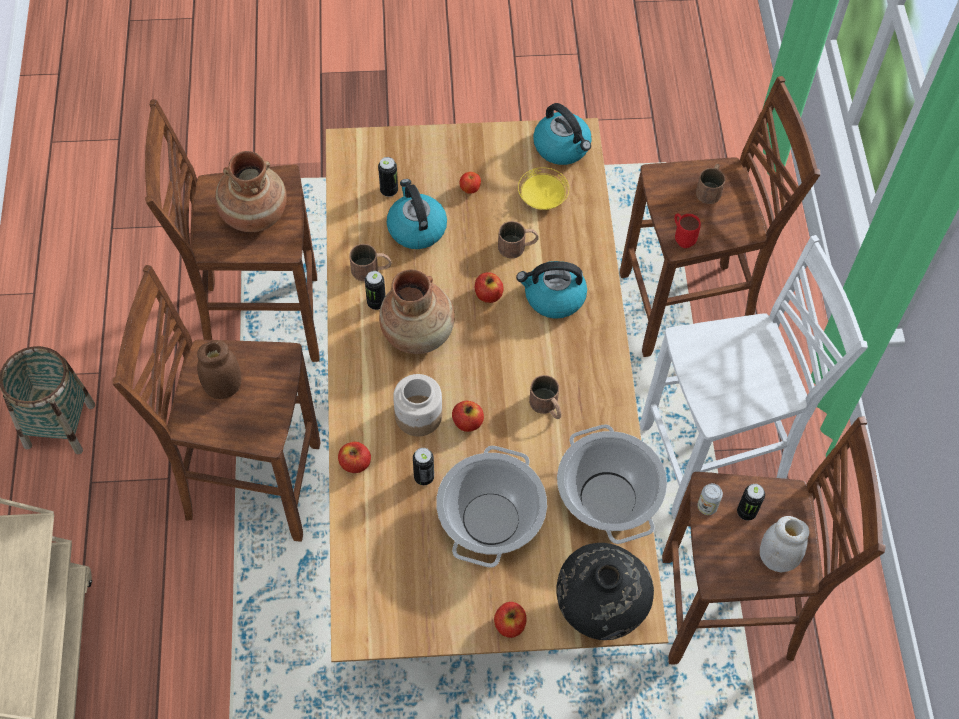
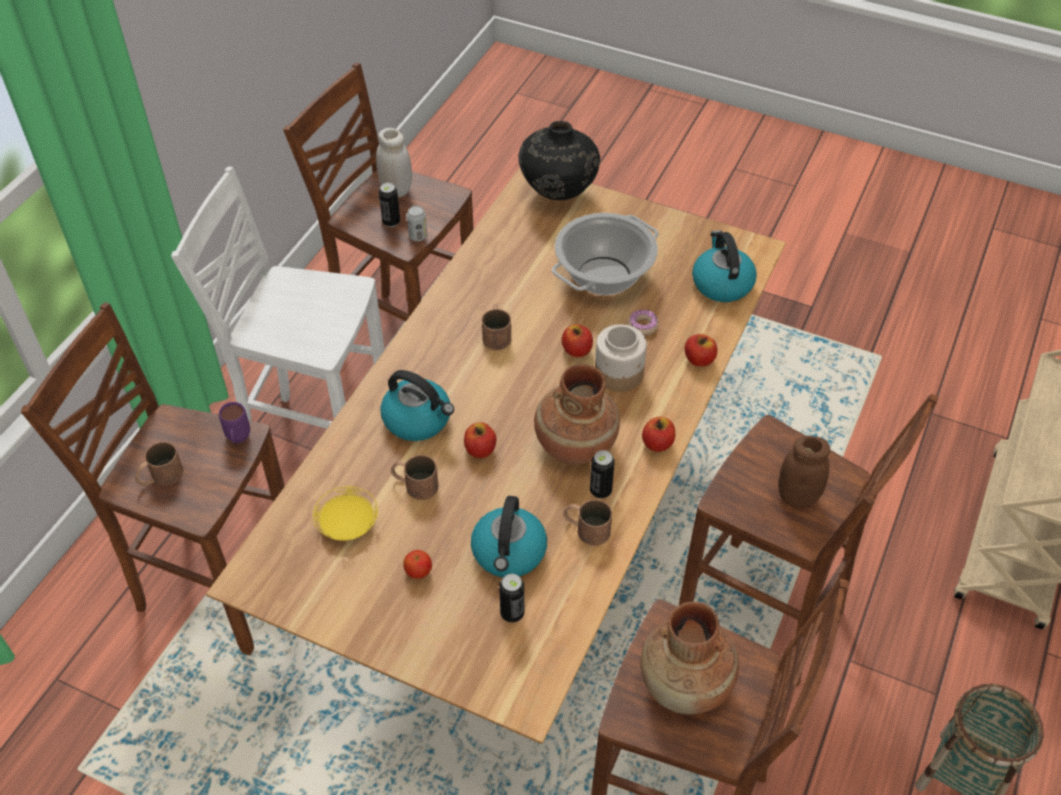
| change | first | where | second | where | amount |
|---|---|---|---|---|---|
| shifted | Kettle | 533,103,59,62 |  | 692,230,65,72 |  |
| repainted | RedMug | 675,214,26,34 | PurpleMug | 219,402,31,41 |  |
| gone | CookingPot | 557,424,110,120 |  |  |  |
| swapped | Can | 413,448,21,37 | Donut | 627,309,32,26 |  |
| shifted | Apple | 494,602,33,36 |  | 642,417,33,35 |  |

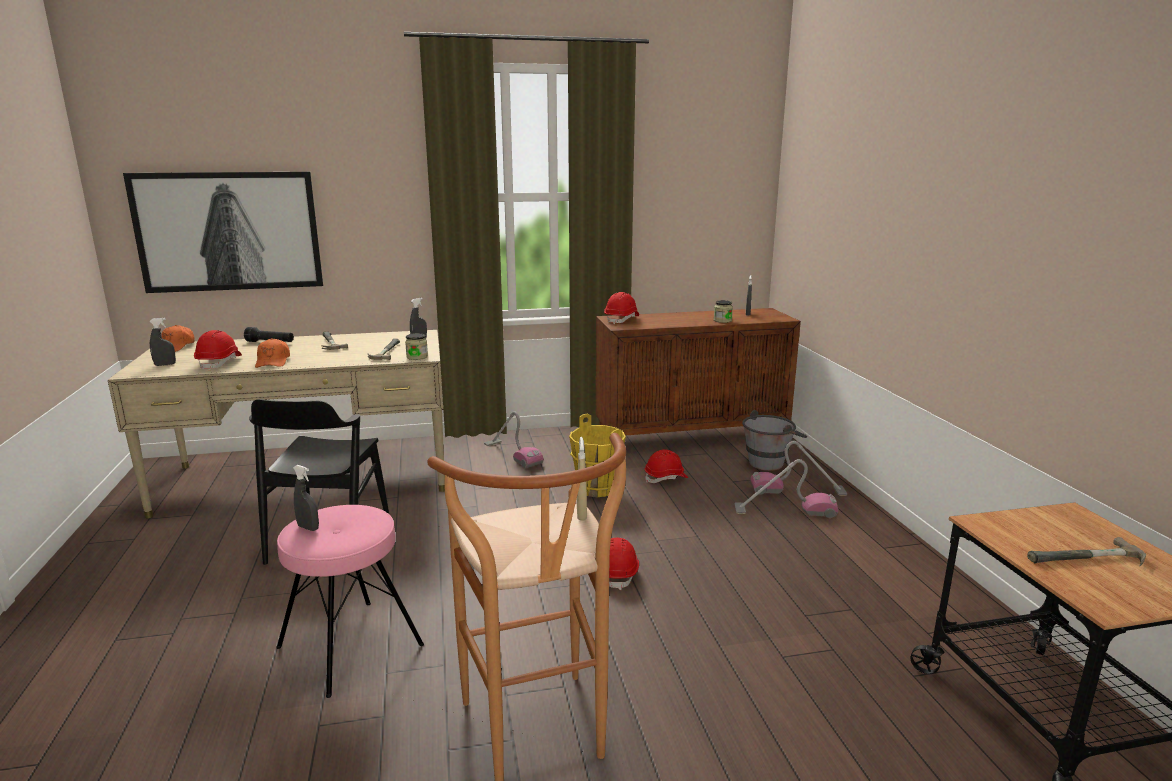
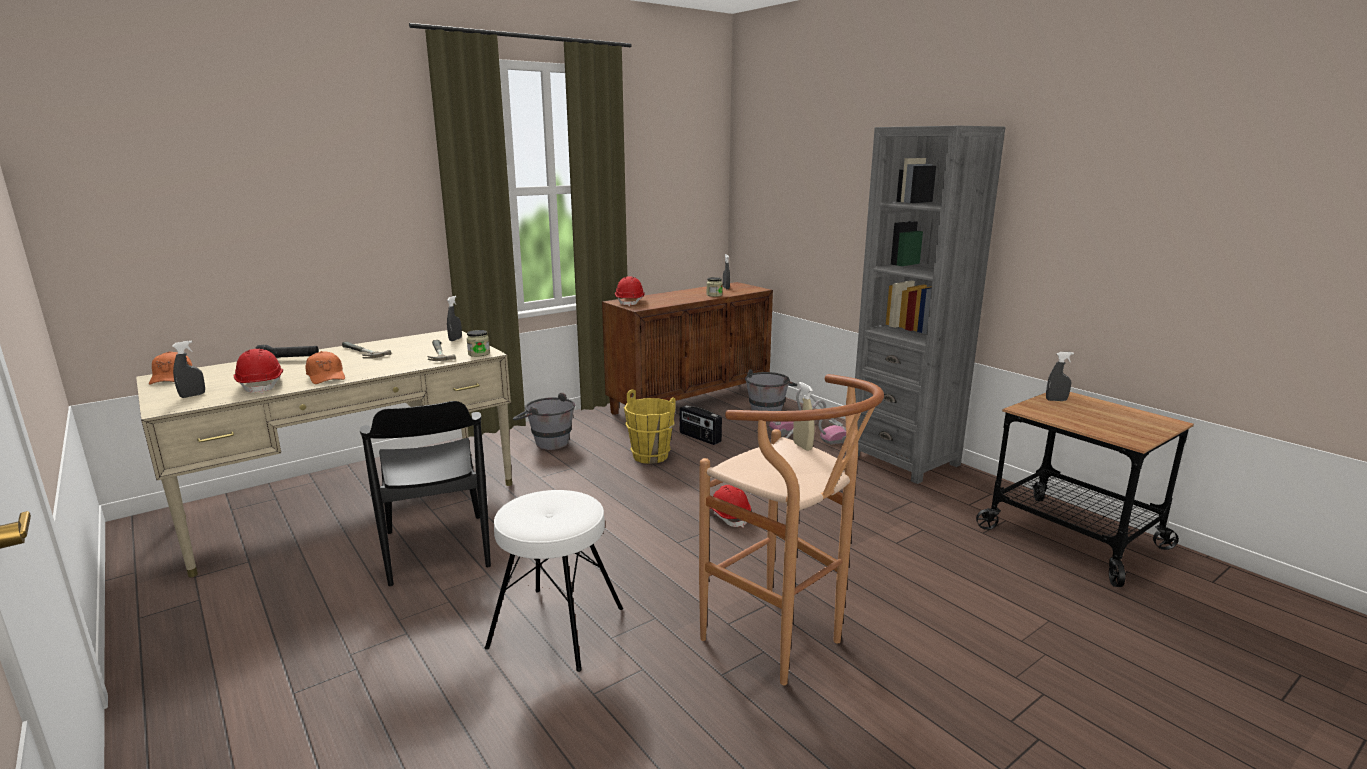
| change | first | where | second | where | amount |
|---|---|---|---|---|---|
| gone | Picture | 123,172,200,121 |  |  |  |
| swapped | VacuumCleaner | 484,411,59,57 | GreyBucket | 513,392,62,58 |  |
| swapped | RedHardHat | 645,449,43,34 | Radio | 680,405,42,40 |  |
| shifted | GreySprayBottle | 293,465,26,66 |  | 1046,352,28,49 |  |
| repainted | PinkStool | 276,505,148,193 | WhiteStool | 485,490,138,182 |  |
| gone | Hammer | 1027,537,119,30 |  |  |  |
| new |  |  | GreyBookcase | 855,126,150,358 |  |

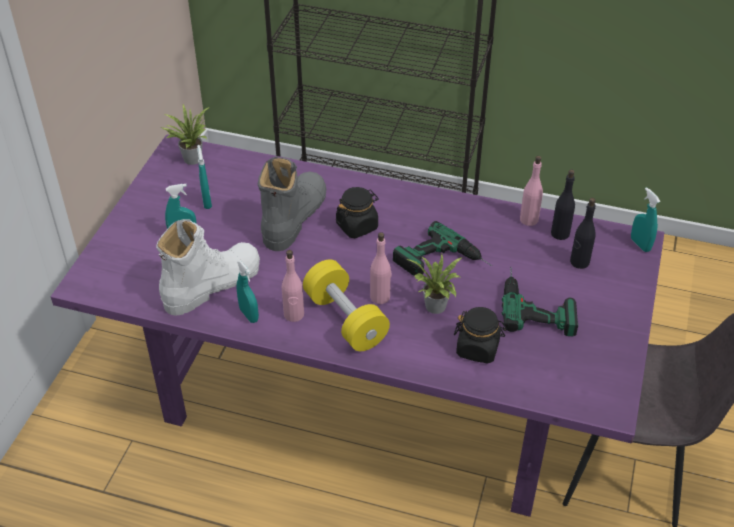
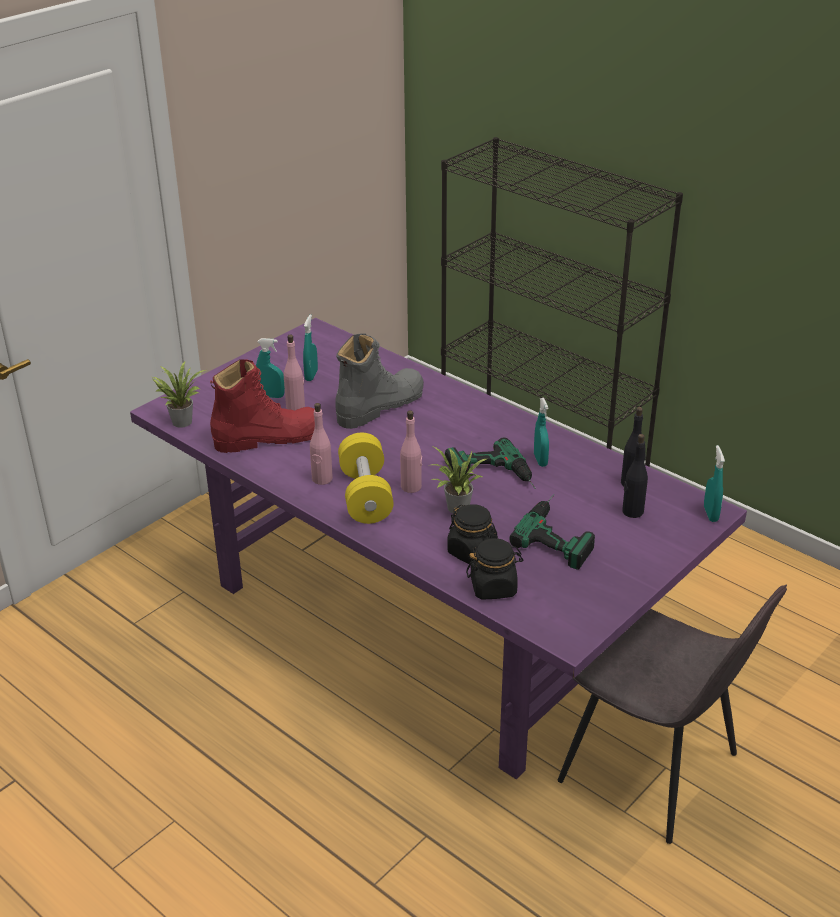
| change | first | where | second | where | amount |
|---|---|---|---|---|---|
| shifted | PottedPlant | 161,104,48,61 |  | 153,361,53,67 |  |
| shifted | PinkBottle | 520,156,23,70 |  | 284,335,21,75 |  |
| shifted | BlackJar | 336,187,43,51 |  | 466,538,57,61 |  |
| repainted | WhiteBoot | 156,219,104,97 | RedBoot | 210,359,105,94 |  |
| shifted | TurquoiseSprayBottle | 237,260,22,63 |  | 534,398,15,69 |  |

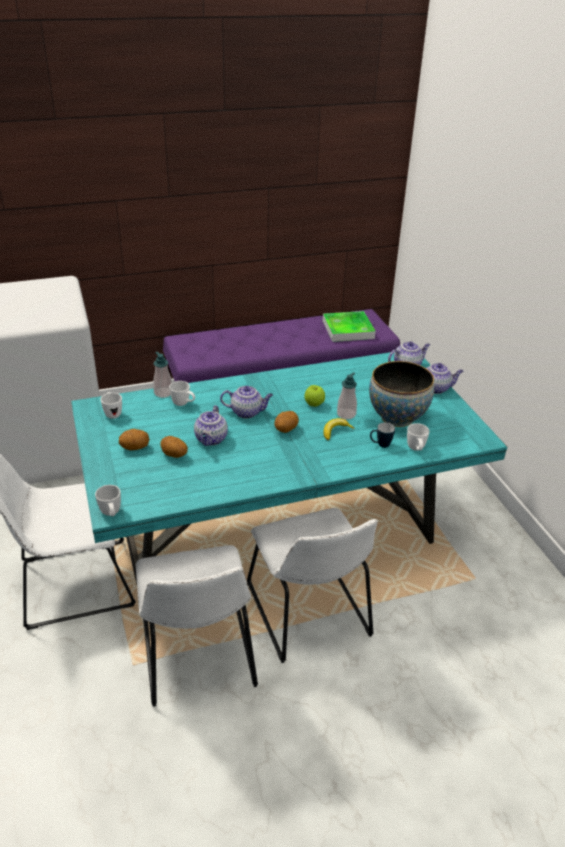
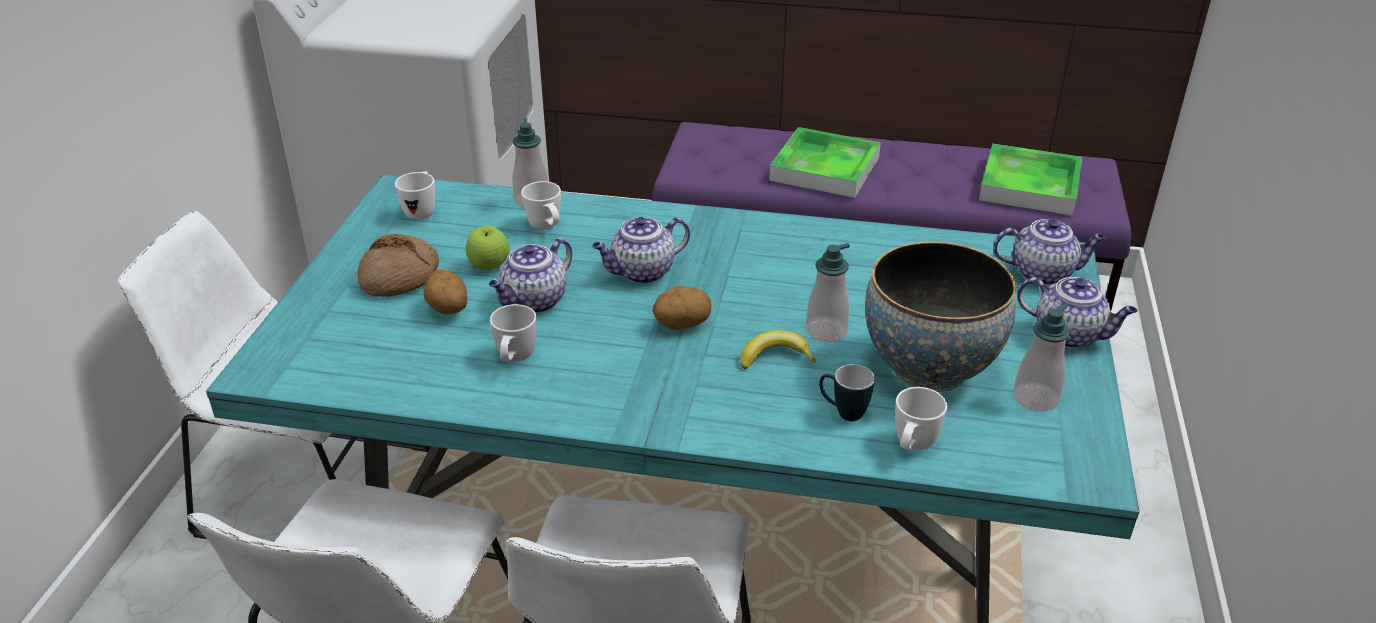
| change | first | where | second | where | amount |
|---|---|---|---|---|---|
| shifted | Apple | 304,385,21,22 |  | 466,226,44,44 |  |
| rotated | Teapot | 220,386,53,32 |  | 592,217,98,67 | 120 degrees clockwise |
| swapped | Potato | 119,429,30,21 | Bread | 357,234,82,63 |  |
| shifted | WhiteMug | 95,485,26,31 |  | 490,304,47,58 |  |
| new |  |  | Tray | 769,127,112,71 |  |
| new |  |  | SoapDispenser | 1014,304,56,108 |  |

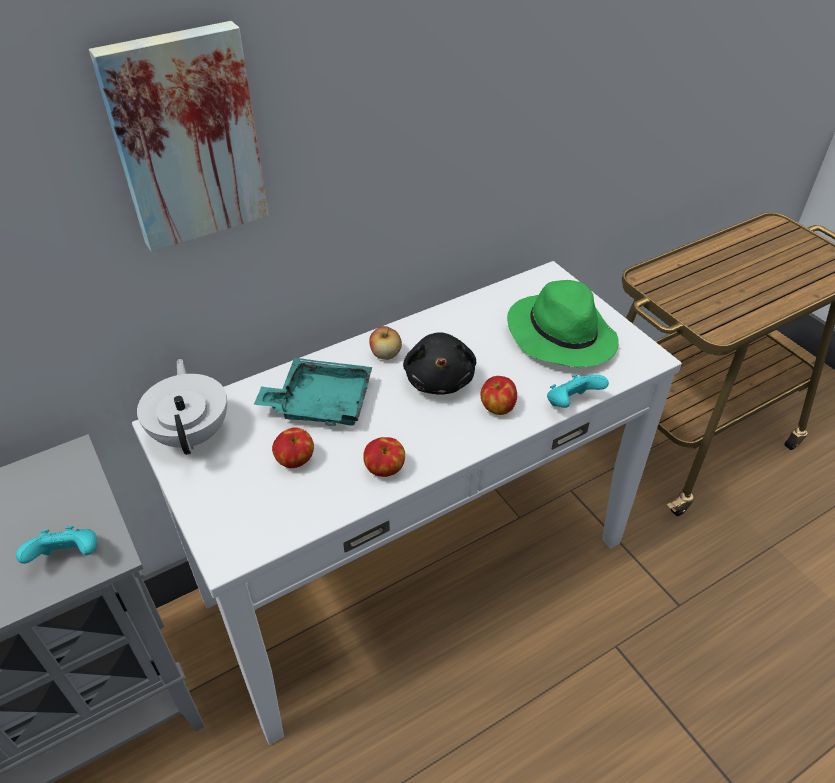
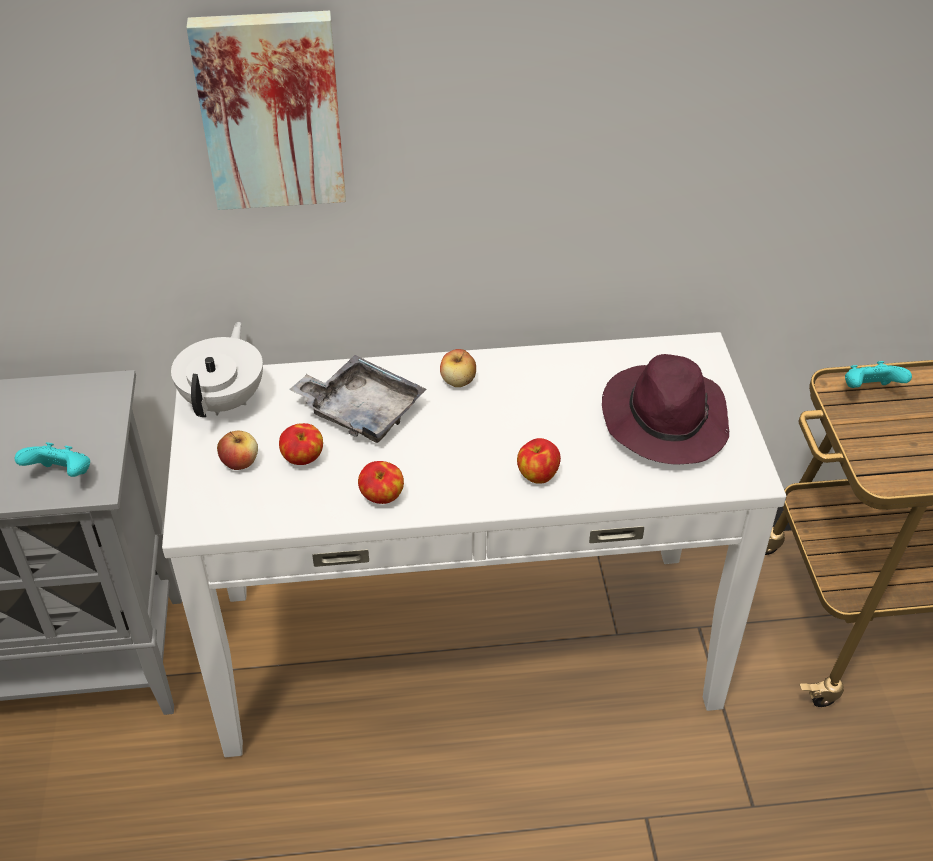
| change | first | where | second | where | amount |
|---|---|---|---|---|---|
| repainted | GreenHat | 507,280,112,87 | PurpleHat | 602,354,127,111 |  |
| gone | BlackPlushToy | 403,332,73,63 |  |  |  |
| repainted | TurquoiseTray | 254,358,118,68 | GreyTray | 289,355,138,88 |  |
| shifted | TurquoiseGameController | 547,374,62,34 |  | 845,361,67,27 |  |
| new |  |  | Apple | 217,431,41,39 |  |

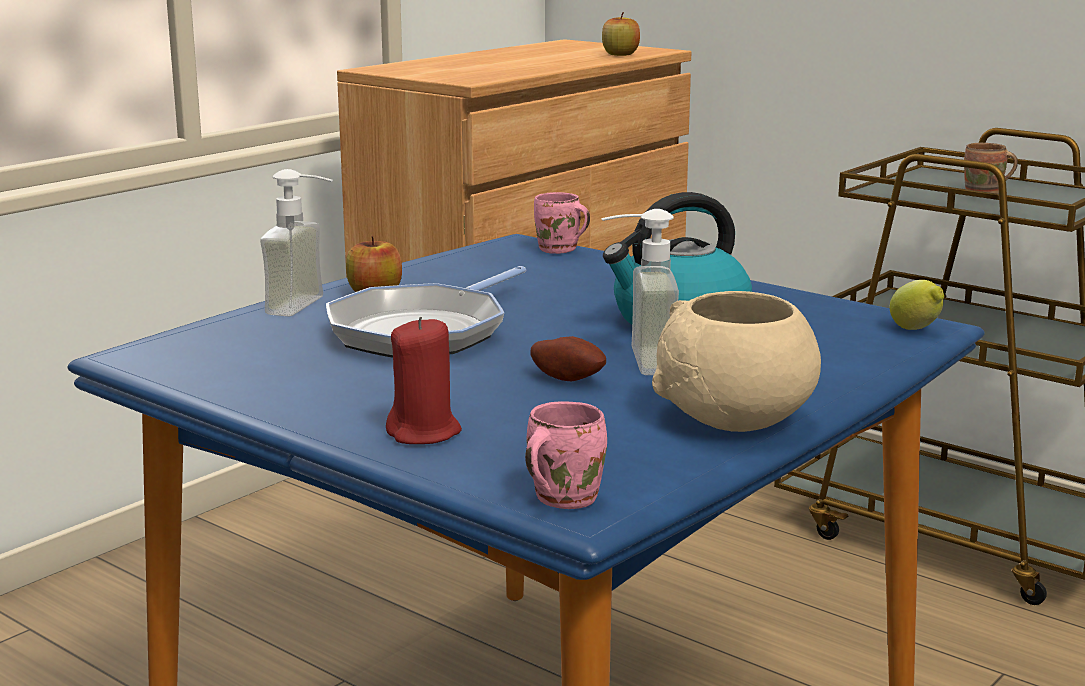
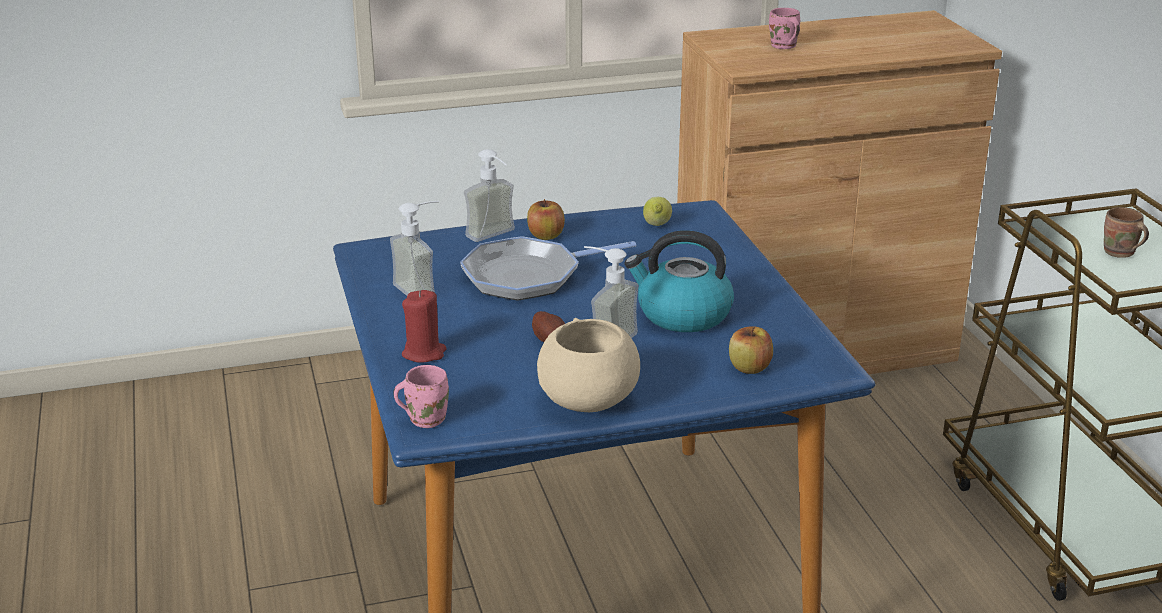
| change | first | where | second | where | amount |
|---|---|---|---|---|---|
| shifted | Apple | 602,12,38,44 |  | 729,326,44,48 |  |
| shifted | PinkMug | 534,192,56,62 |  | 769,8,31,41 |  |
| shifted | Lemon | 890,280,54,50 |  | 643,197,29,29 |  |
| new |  |  | SoapDispenser | 390,201,49,95 |  |

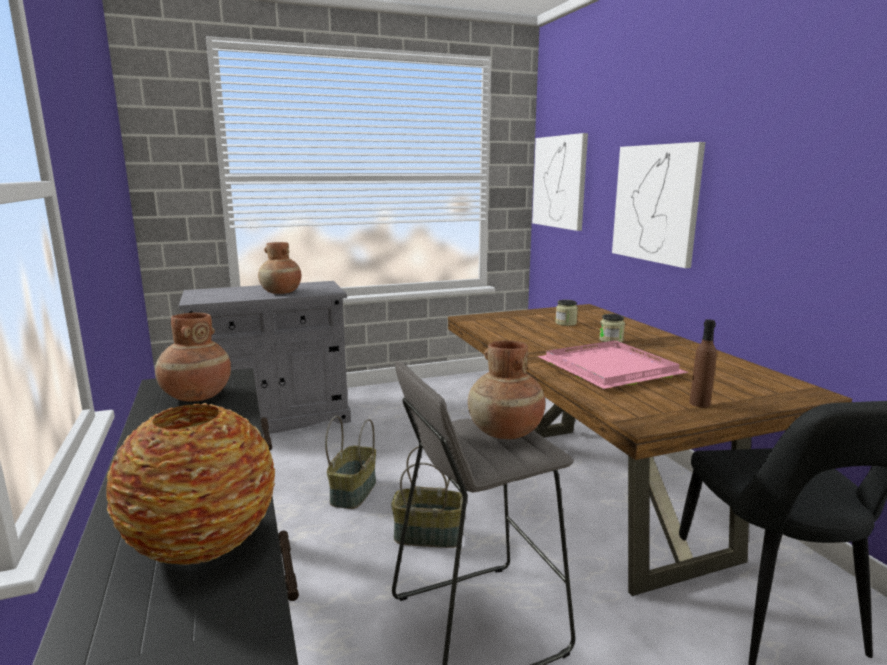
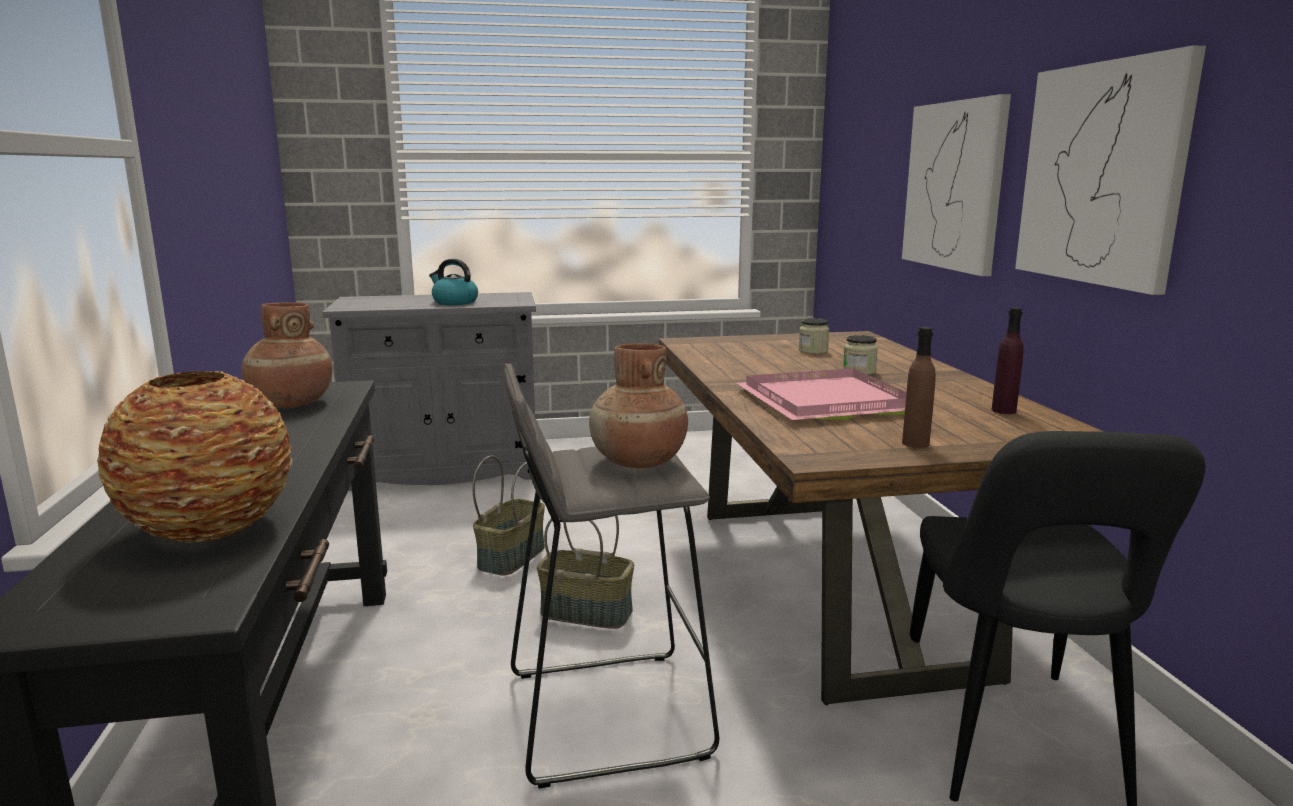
| change | first | where | second | where | amount |
|---|---|---|---|---|---|
| shifted | Picture | 532,133,56,98 |  | 1015,46,191,249 |  |
| swapped | BrownVase | 258,242,43,52 | Kettle | 429,259,49,46 |  |
| new |  |  | PurpleBottle | 992,307,32,107 |  |

